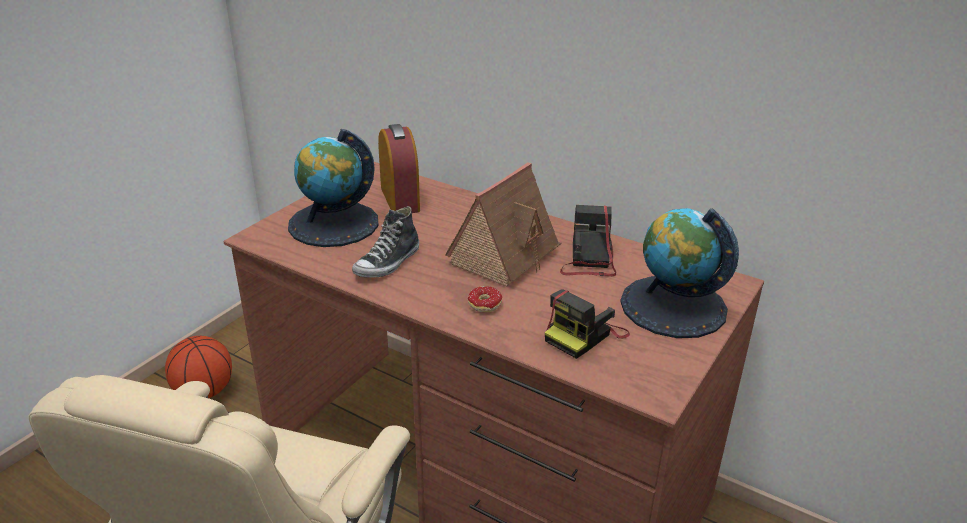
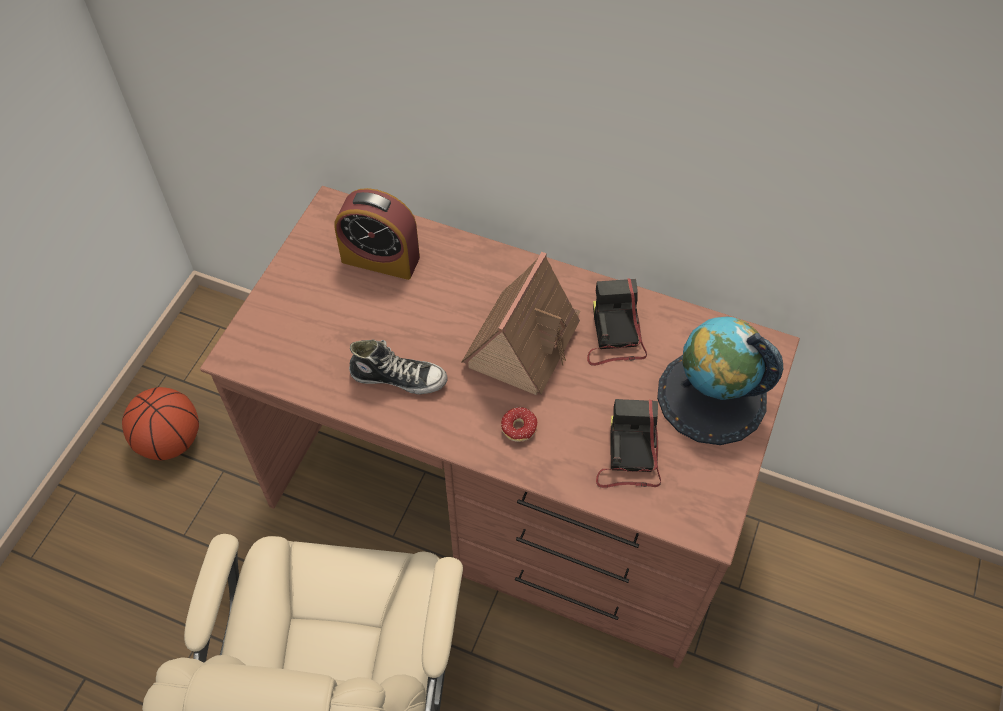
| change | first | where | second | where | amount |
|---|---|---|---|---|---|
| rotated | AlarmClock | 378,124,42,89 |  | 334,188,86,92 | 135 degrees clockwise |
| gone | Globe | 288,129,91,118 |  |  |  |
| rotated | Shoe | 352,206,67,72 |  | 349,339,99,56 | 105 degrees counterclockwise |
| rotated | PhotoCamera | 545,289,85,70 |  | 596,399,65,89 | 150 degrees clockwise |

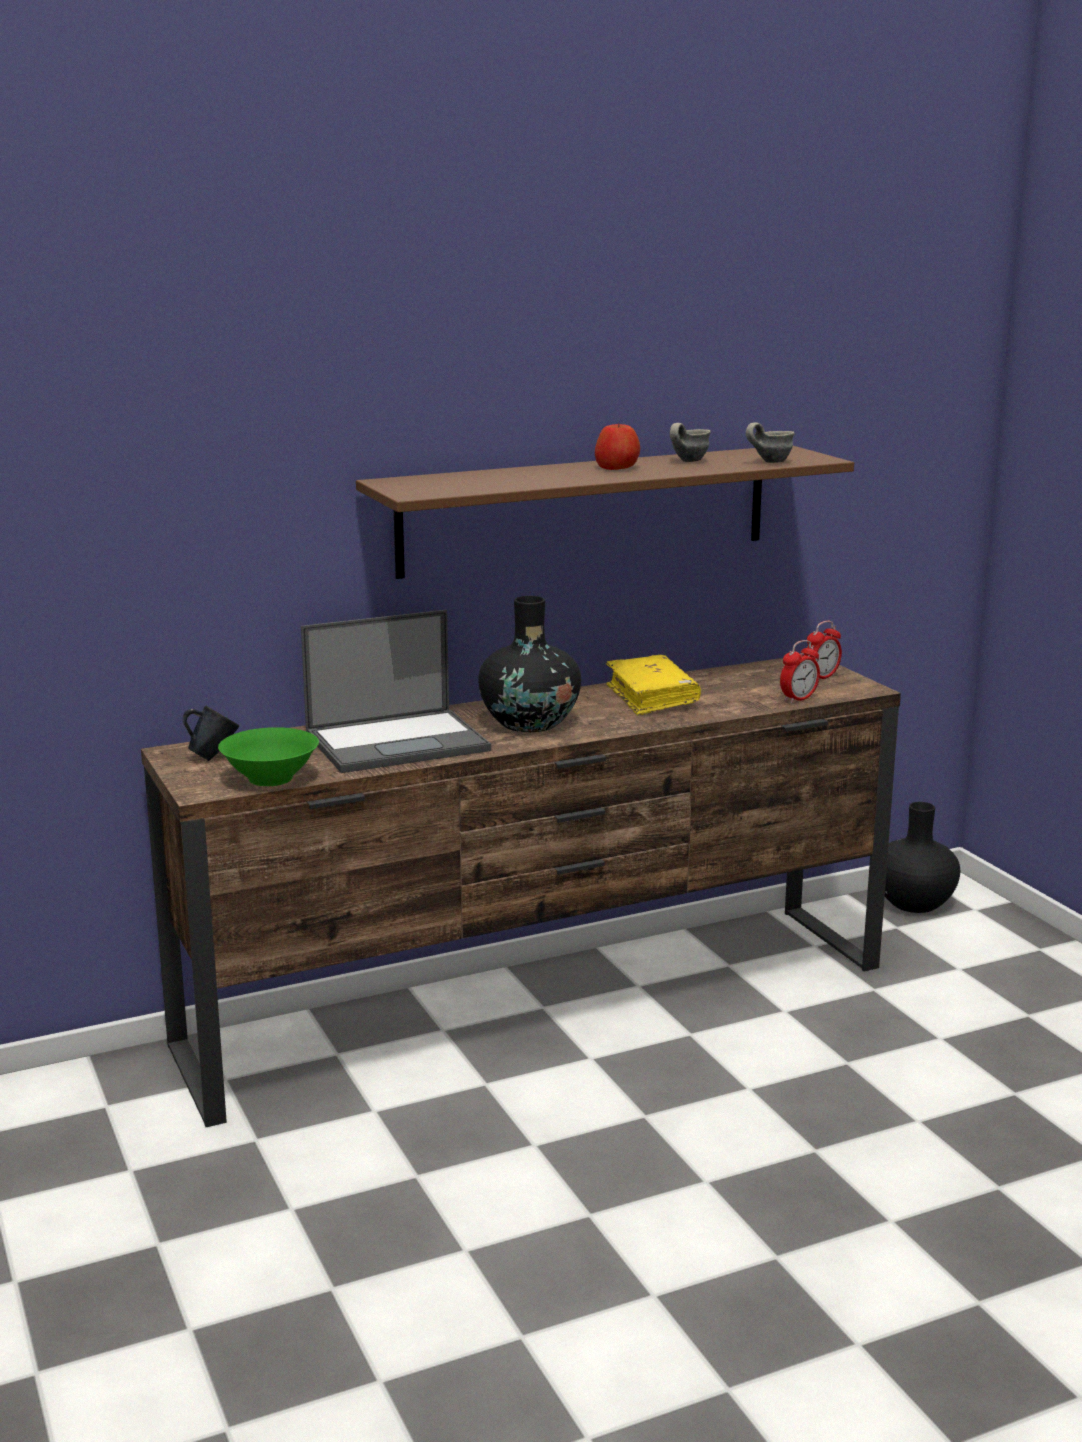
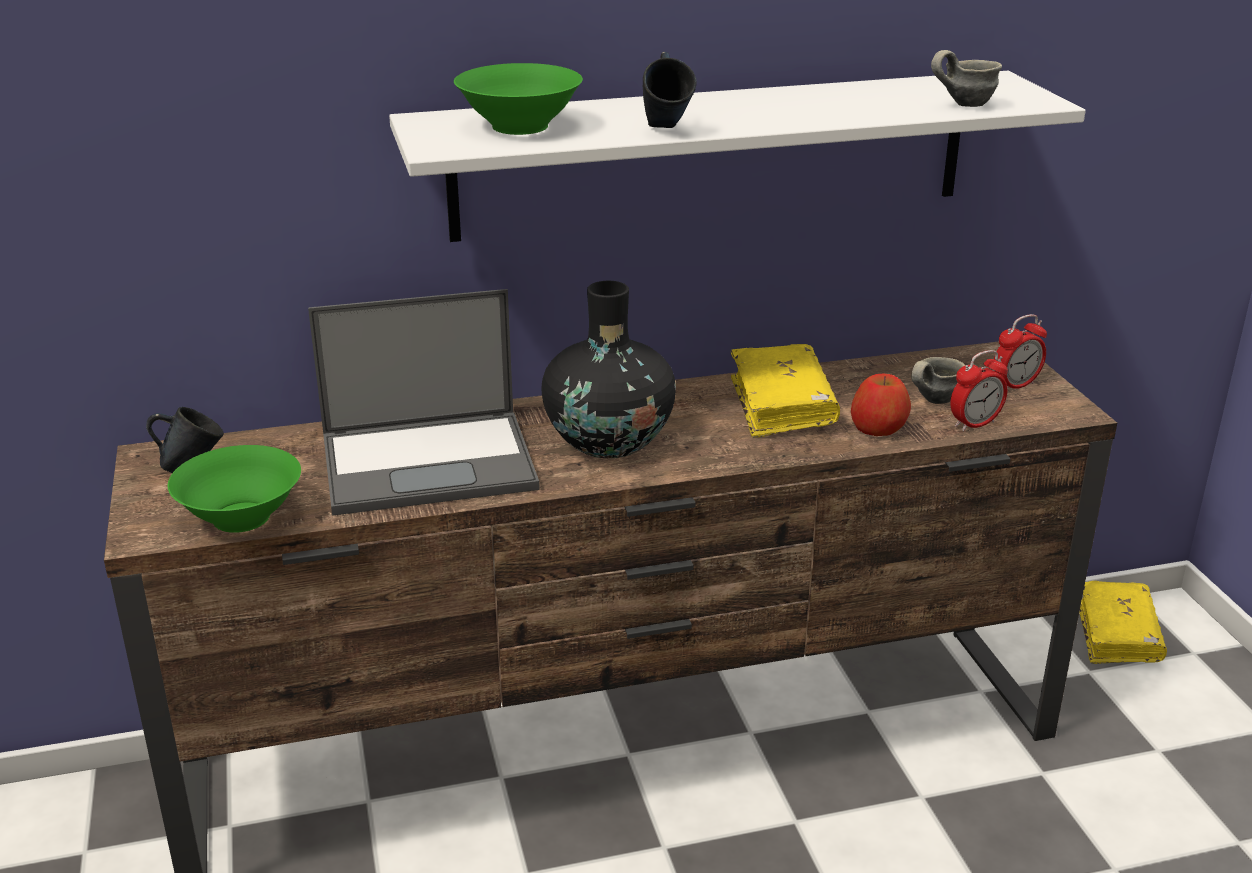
| change | first | where | second | where | amount |
|---|---|---|---|---|---|
| shifted | Apple | 595,423,45,47 |  | 851,374,60,62 |  |
| shifted | GreyMug | 670,423,41,39 |  | 911,357,54,47 |  |
| repainted | BrownShelf | 356,446,498,133 | WhiteShelf | 389,71,697,171 |  |
| swapped | BlackVase | 885,802,75,111 | YellowBook | 1079,581,88,83 |  |
| new |  |  | BlueMug | 643,52,53,76 |  |
| new |  |  | GreenBowl | 454,63,129,72 |  |

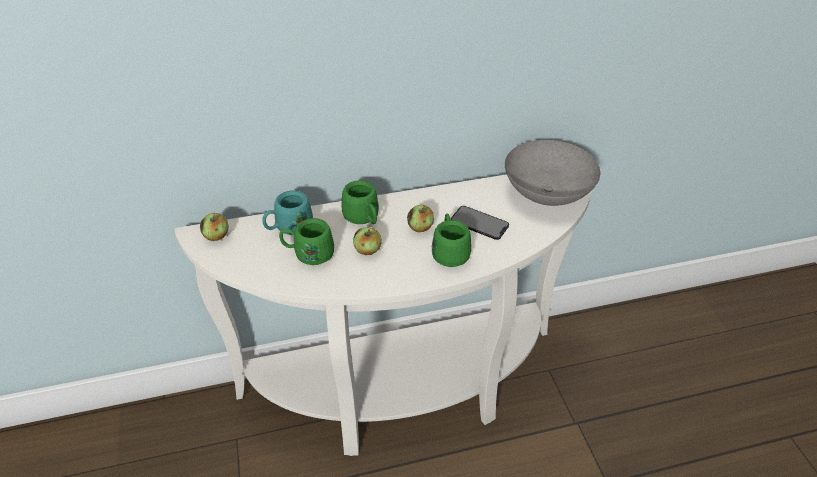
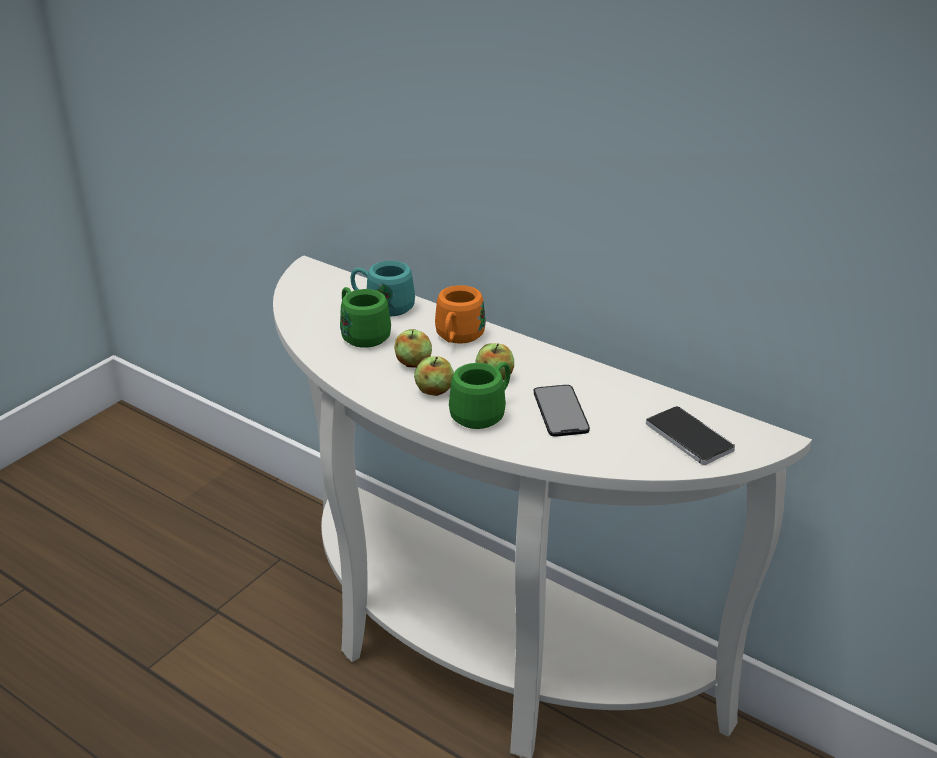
| change | first | where | second | where | amount |
|---|---|---|---|---|---|
| swapped | GreyBowl | 505,140,95,66 | Phone | 646,406,89,59 |  |
| repainted | GreenMug | 342,180,37,44 | OrangeMug | 435,285,51,59 |  |
| shifted | Apple | 200,213,28,28 |  | 414,356,40,40 |  |

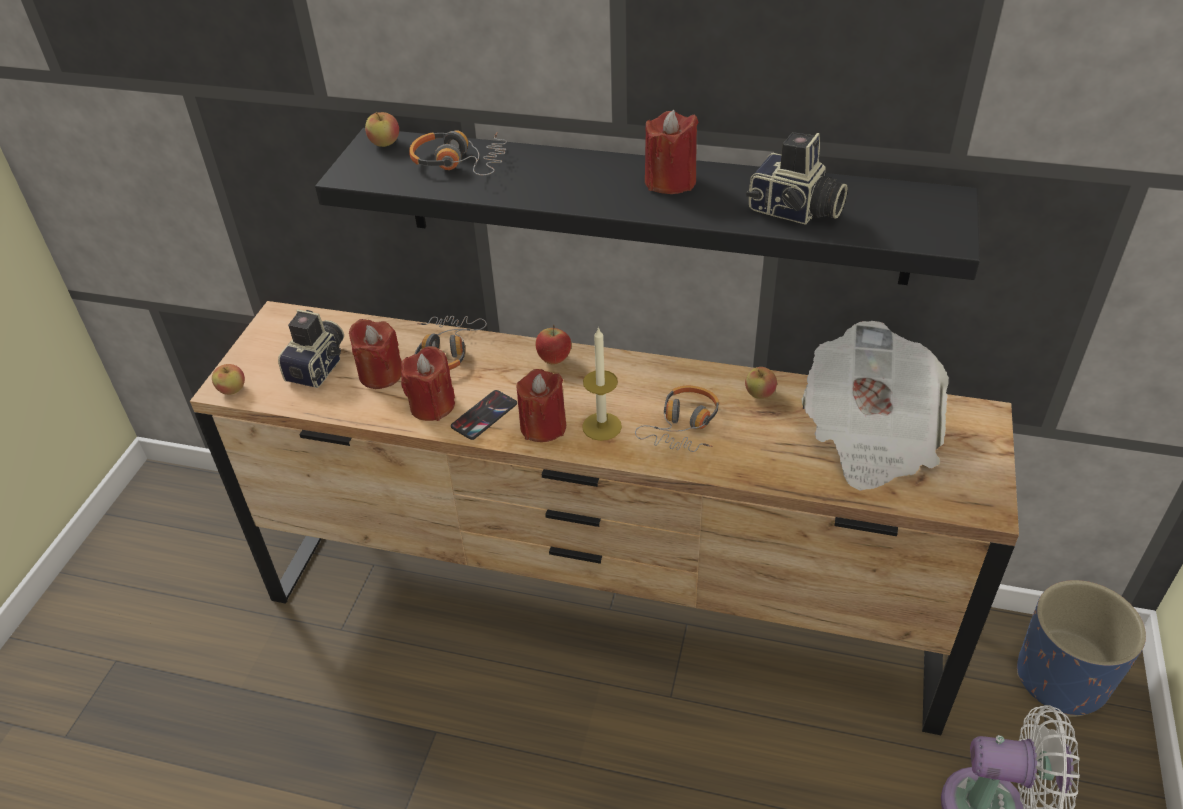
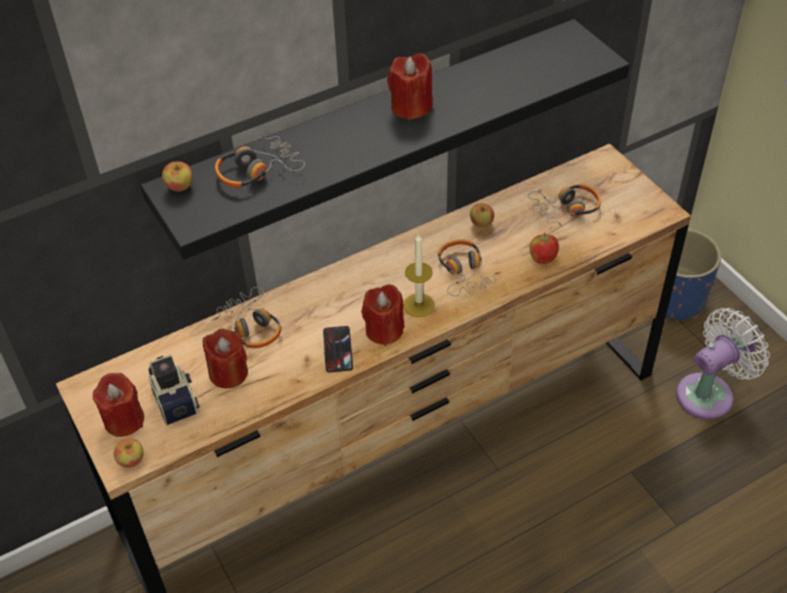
| change | first | where | second | where | amount |
|---|---|---|---|---|---|
| gone | PhotoCamera | 746,132,102,93 |  |  |  |
| swapped | Newspaper | 802,321,147,170 | Headphones | 528,184,73,43 |  |
| shifted | Apple | 536,324,35,41 |  | 530,233,29,32 |  |
| shifted | RedCandle | 401,346,54,75 |  | 93,373,51,64 |  |

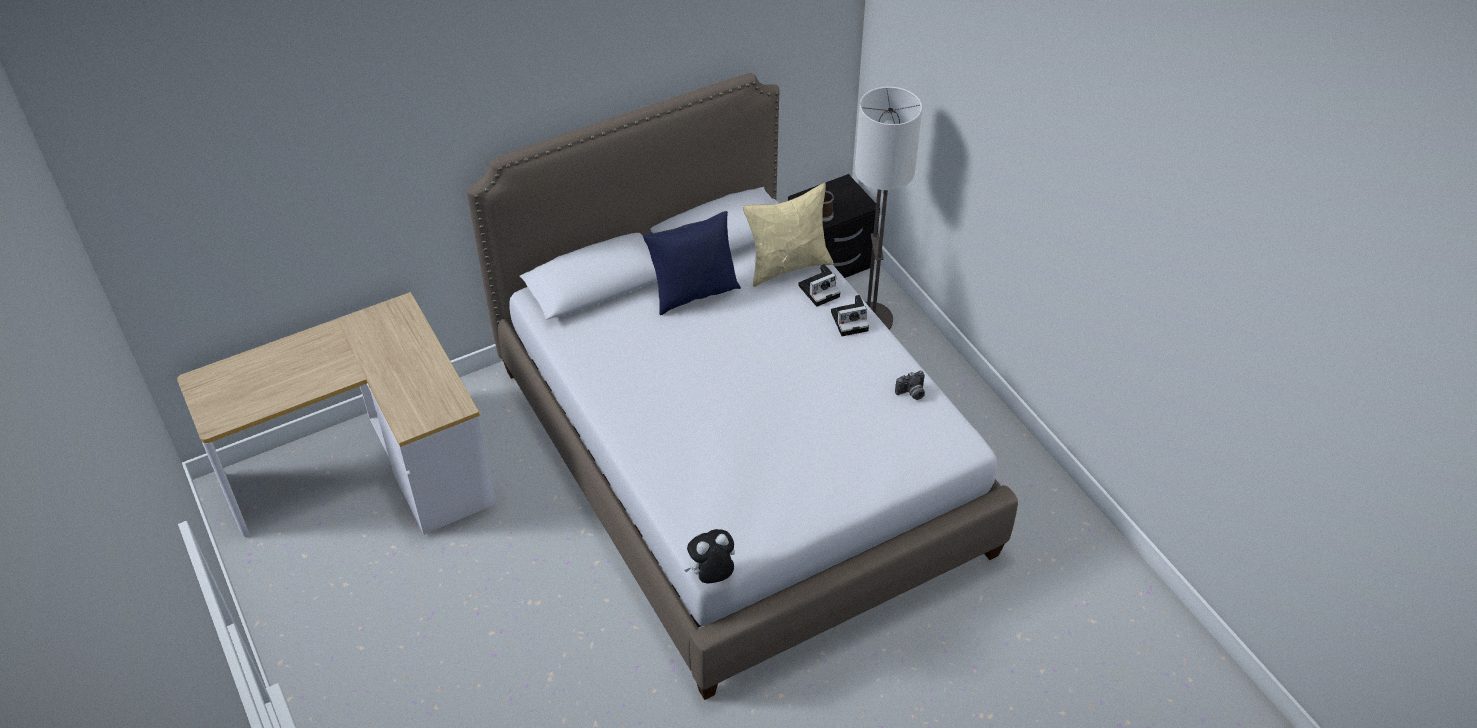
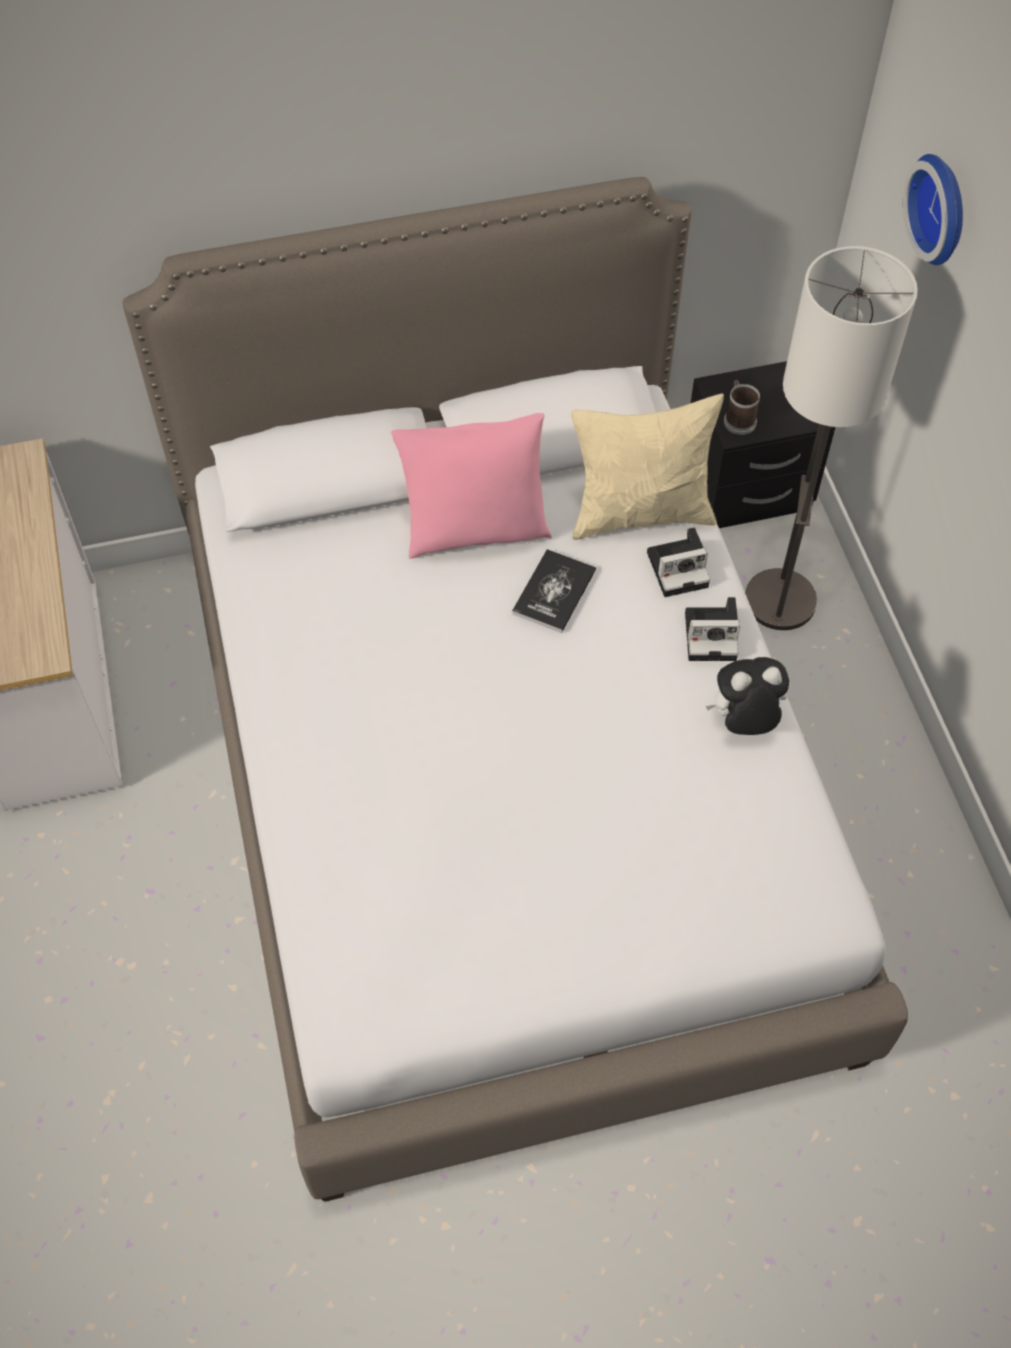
| change | first | where | second | where | amount |
|---|---|---|---|---|---|
| repainted | BluePillow | 643,211,98,104 | PinkPillow | 391,413,161,146 |  |
| gone | PhotoCamera | 895,371,30,29 |  |  |  |
| shifted | PlushToy | 684,529,51,54 |  | 706,657,83,78 |  |
| new |  |  | WallClock | 903,154,60,111 |  |
| new |  |  | Book | 512,549,84,84 |  |

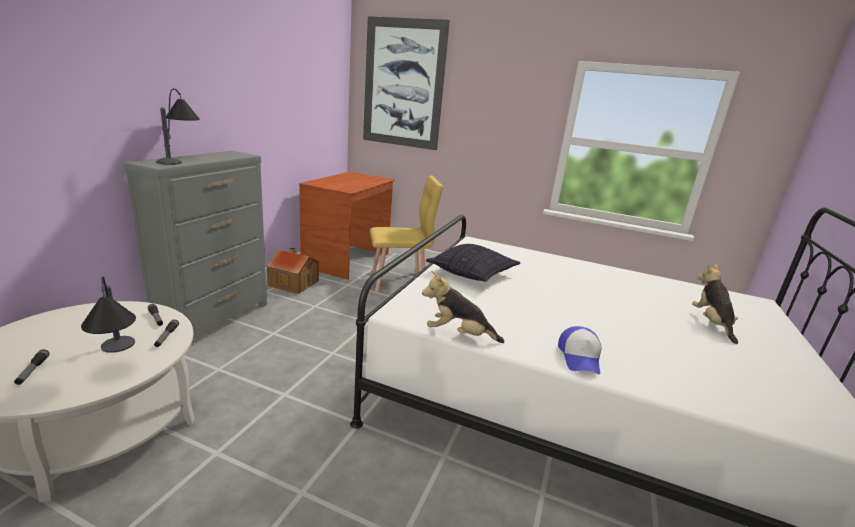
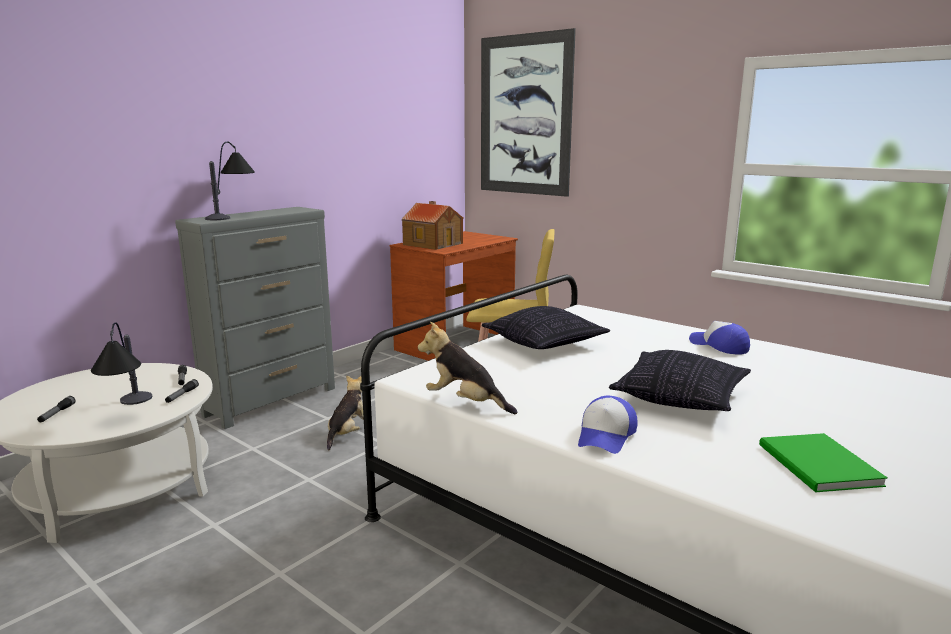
| change | first | where | second | where | amount |
|---|---|---|---|---|---|
| shifted | ToyHouse | 266,248,53,46 |  | 401,201,62,49 |  |
| shifted | PlushToy | 692,264,46,80 |  | 327,375,37,76 |  |
| new |  |  | Cap | 689,321,61,33 |  |
| new |  |  | Pillow | 609,350,142,61 |  |
| new |  |  | GreenBook | 759,433,129,59 |  |

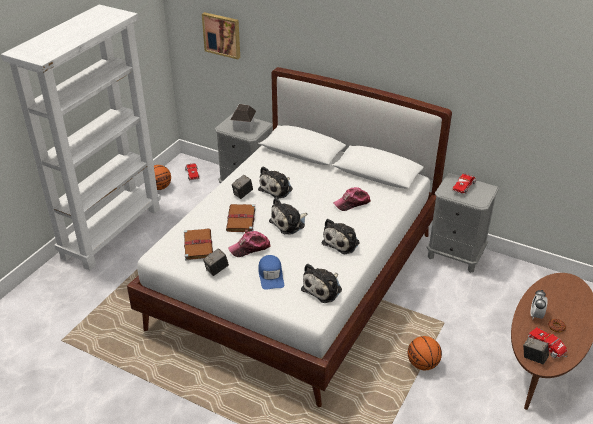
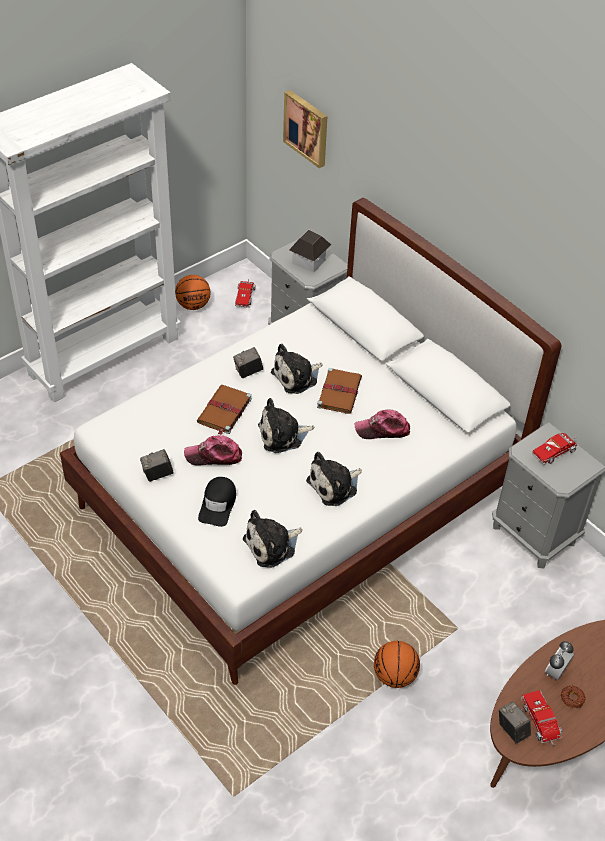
| change | first | where | second | where | amount |
|---|---|---|---|---|---|
| shifted | BrownBook | 184,229,29,31 |  | 317,368,45,46 |  |
| repainted | BlueCap | 258,255,26,35 | BlackCap | 198,477,38,50 |  |

